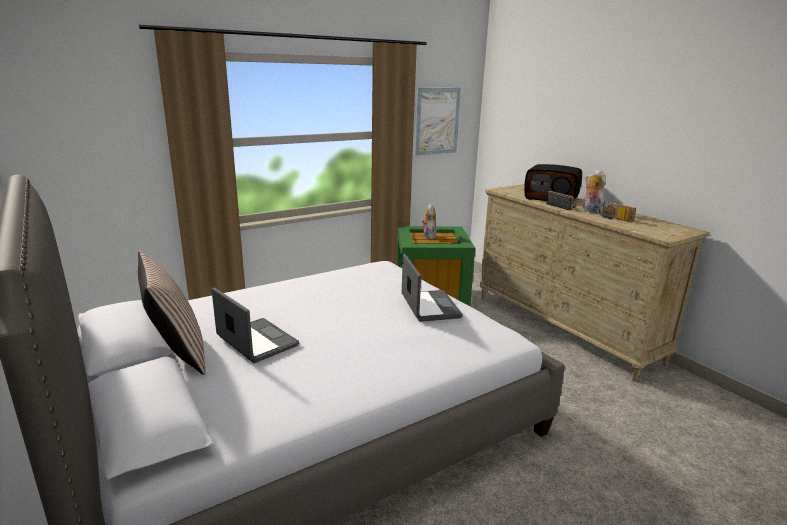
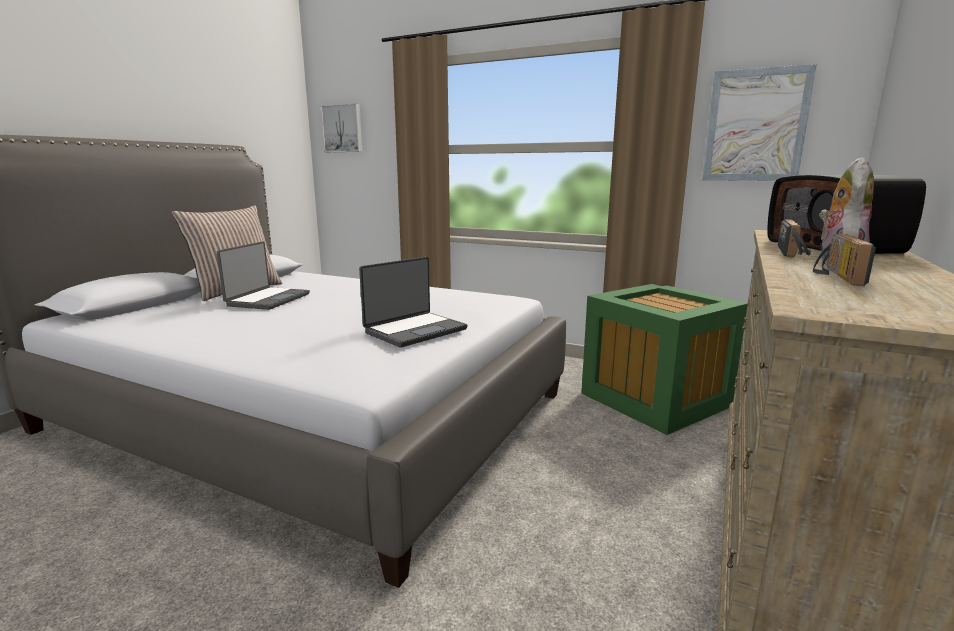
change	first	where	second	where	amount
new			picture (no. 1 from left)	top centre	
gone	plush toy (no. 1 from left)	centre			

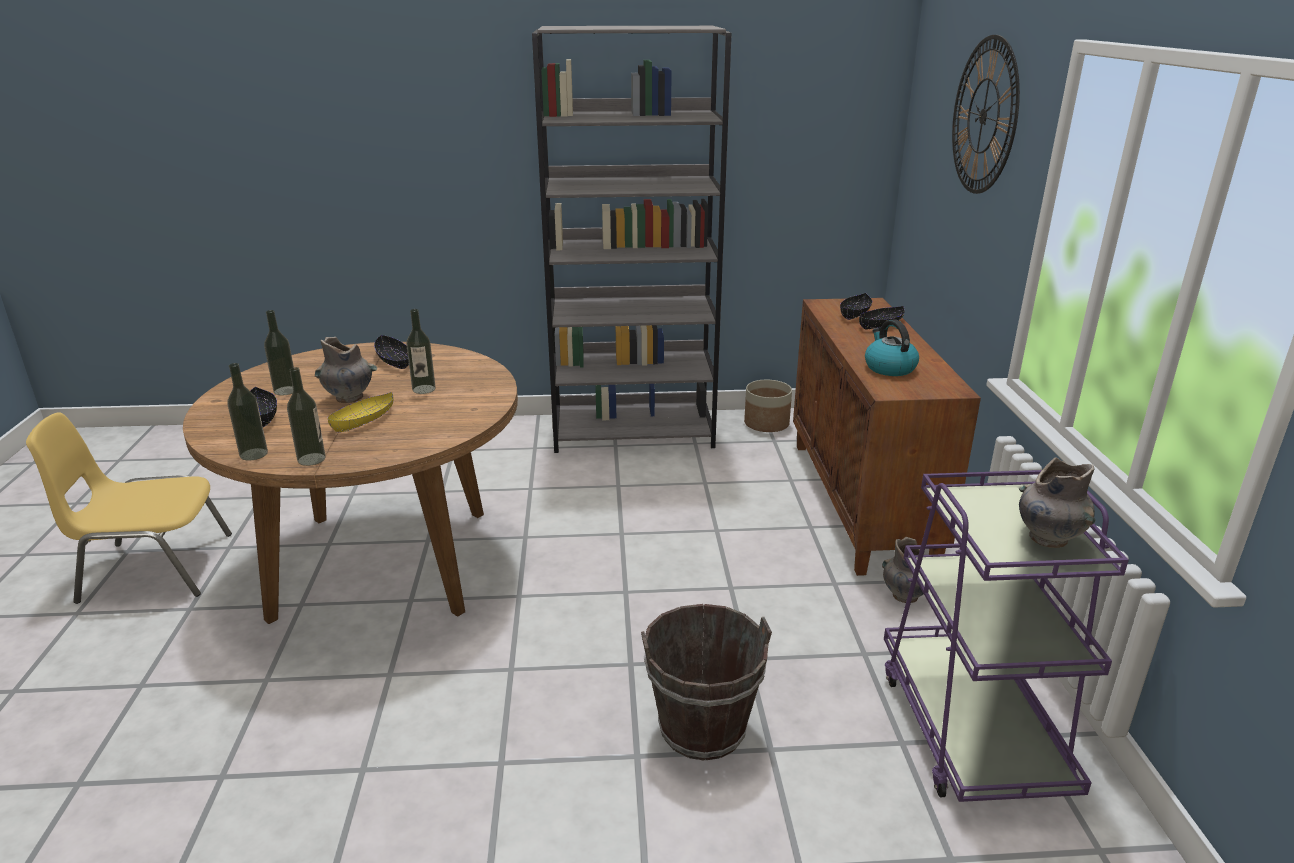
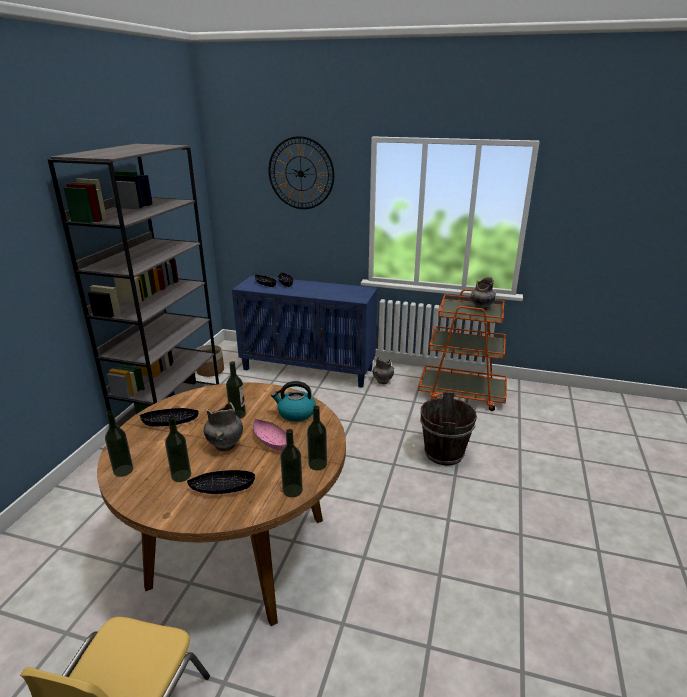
change	first	where	second	where	amount
new			bottle (no. 1 from left)	middle left	
repainted	cabinet in brown	middle right	cabinet in blue	centre	
repainted	bowl in yellow	middle left	bowl in pink	centre	
shifted	kettle	middle right		centre	
repainted	cart in purple	bottom right	cart in orange	middle right	

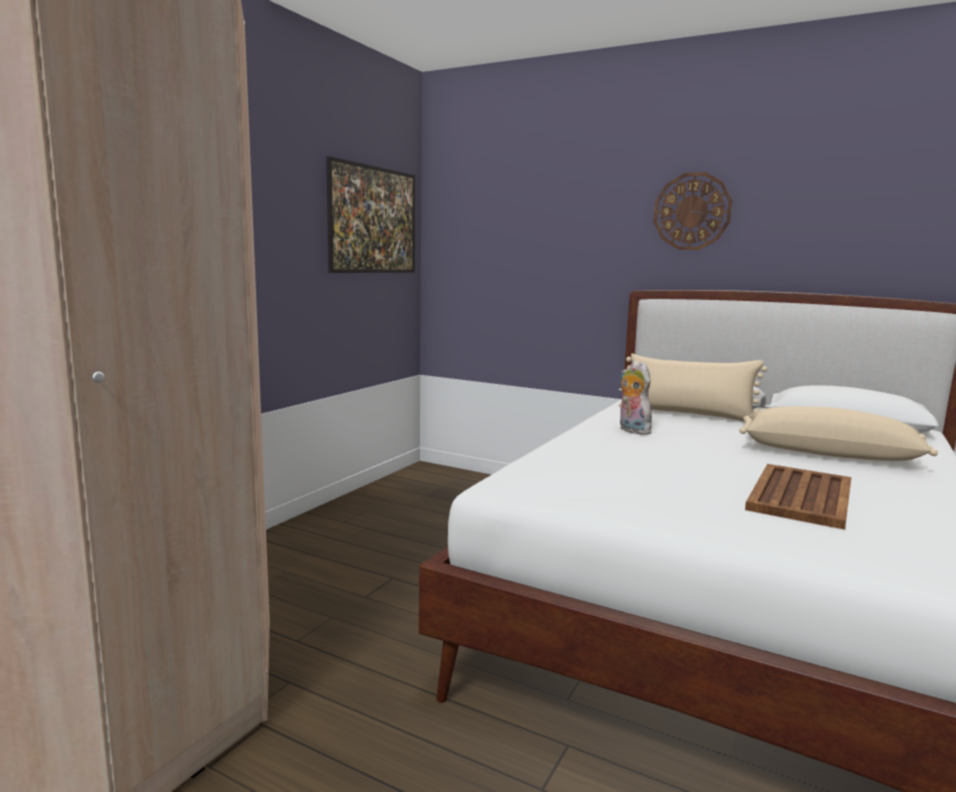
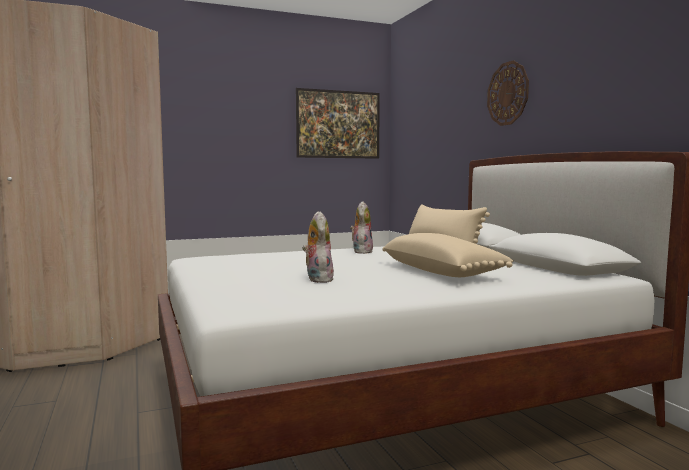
change	first	where	second	where	amount
swapped	tray in brown	middle right	plush toy (no. 1 from left)	centre	

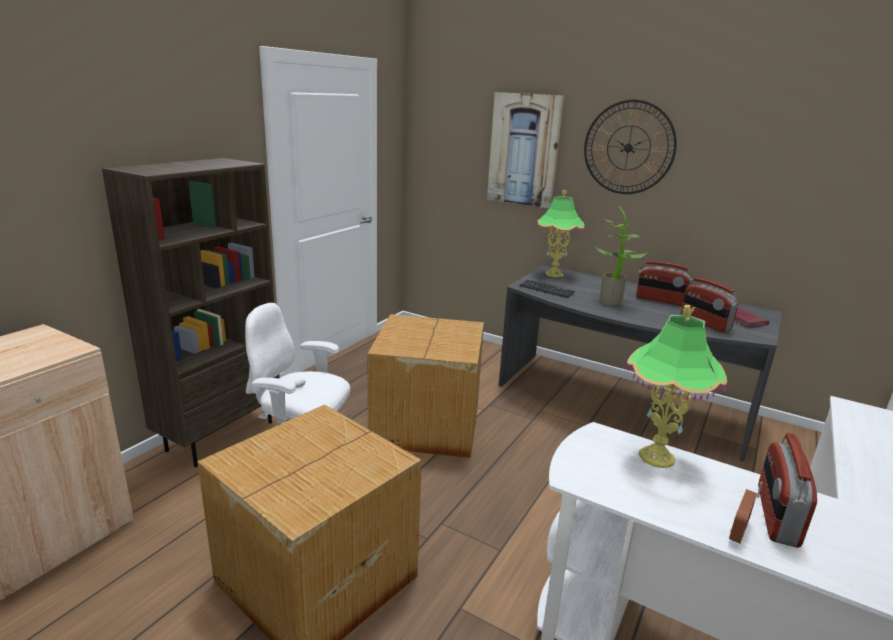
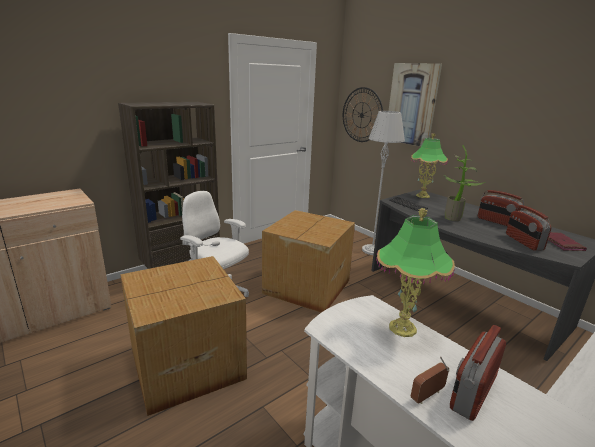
change	first	where	second	where	amount
shifted	wall clock	top right		top centre	
new			floor lamp in grey	centre	

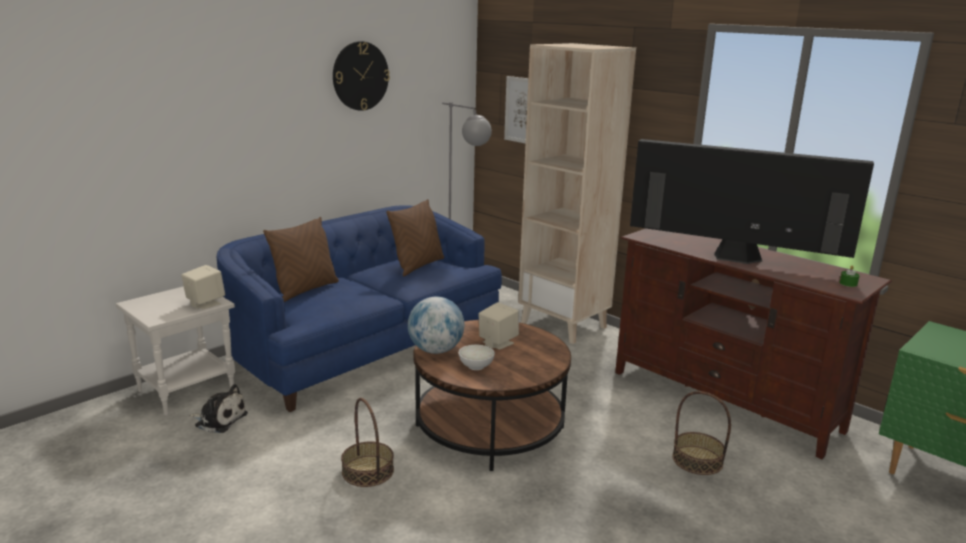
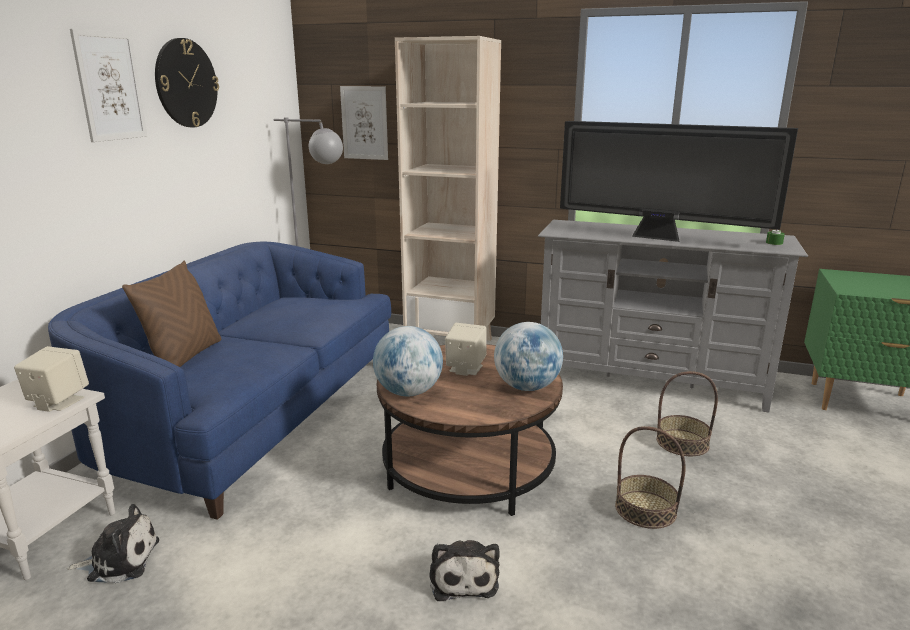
change	first	where	second	where	amount
new			picture (no. 1 from left)	top left	
new			plush toy (no. 2 from left)	bottom centre	
new			globe (no. 2 from left)	centre	
repainted	tv stand in brown	middle right	tv stand in grey	middle right	
rotated	television	middle right		top right	150 degrees counterclockwise
shifted	basket (no. 1 from left)	bottom centre		bottom right	
gone	pillow in brown (no. 2 from left)	centre			
gone	bowl in white	centre			

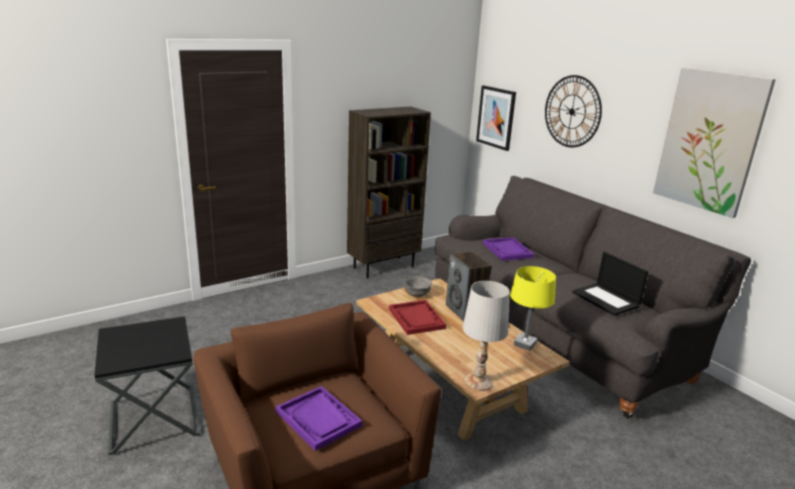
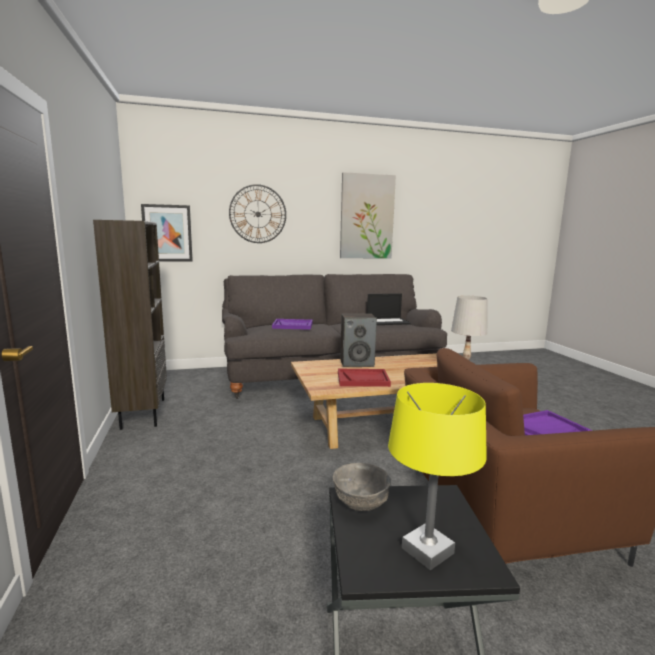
change	first	where	second	where	amount
shifted	bowl in grey	centre		bottom centre	
shifted	table lamp in yellow	middle right		bottom right	

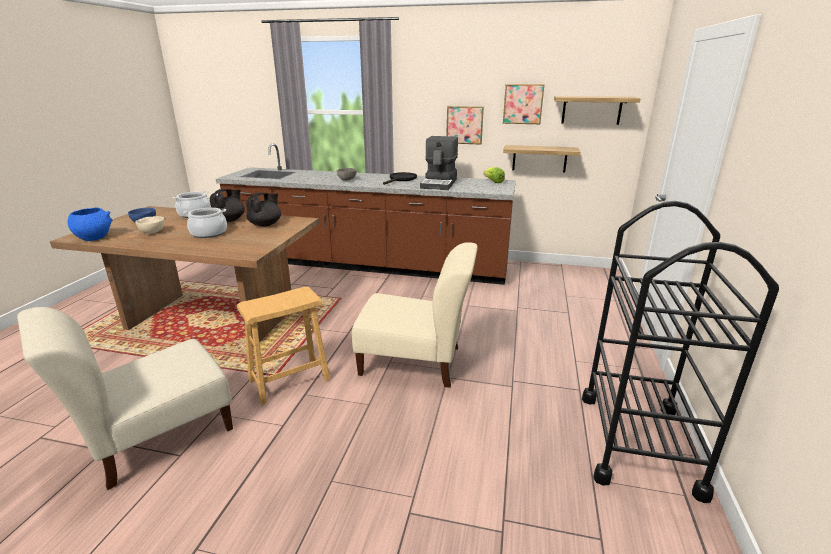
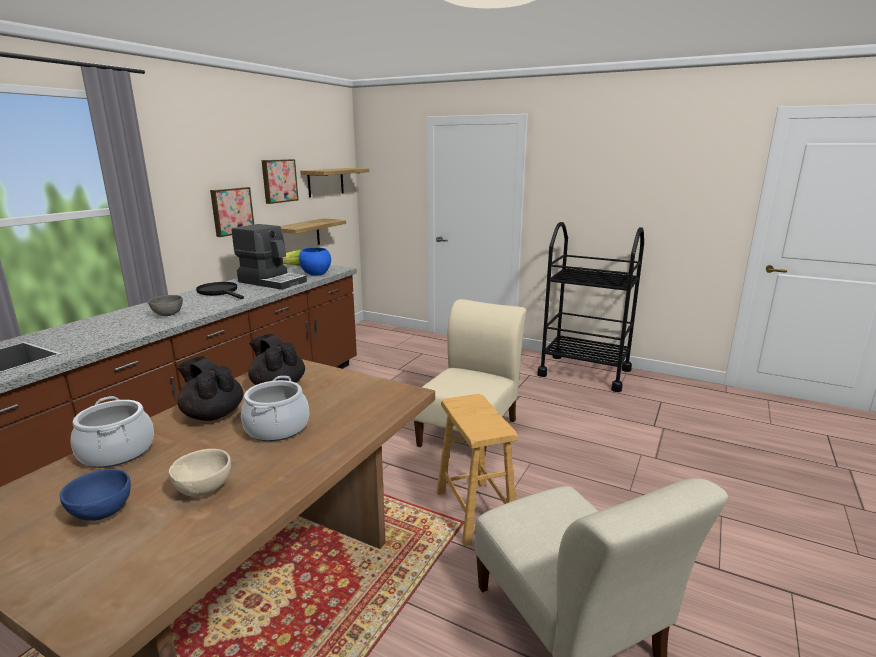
change	first	where	second	where	amount
shifted	bowl in blue (no. 1 from left in the first image)	middle left	bowl in blue (no. 2 from left)	centre	

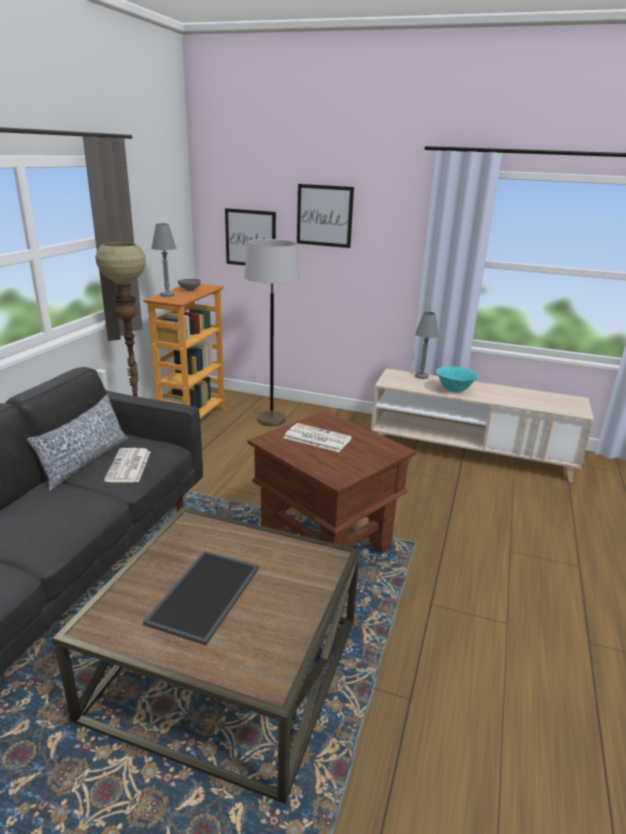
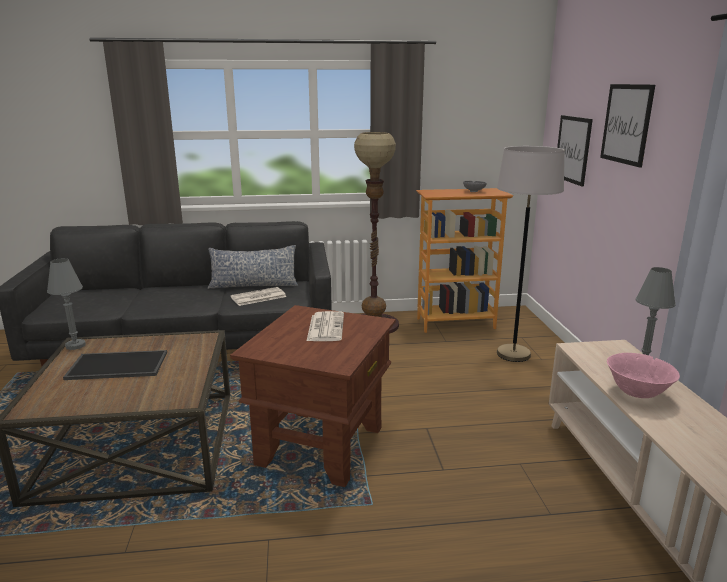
change	first	where	second	where	amount
shifted	table lamp in grey (no. 1 from left)	top left		middle left	
repainted	bowl in turquoise	middle right	bowl in pink	middle right	

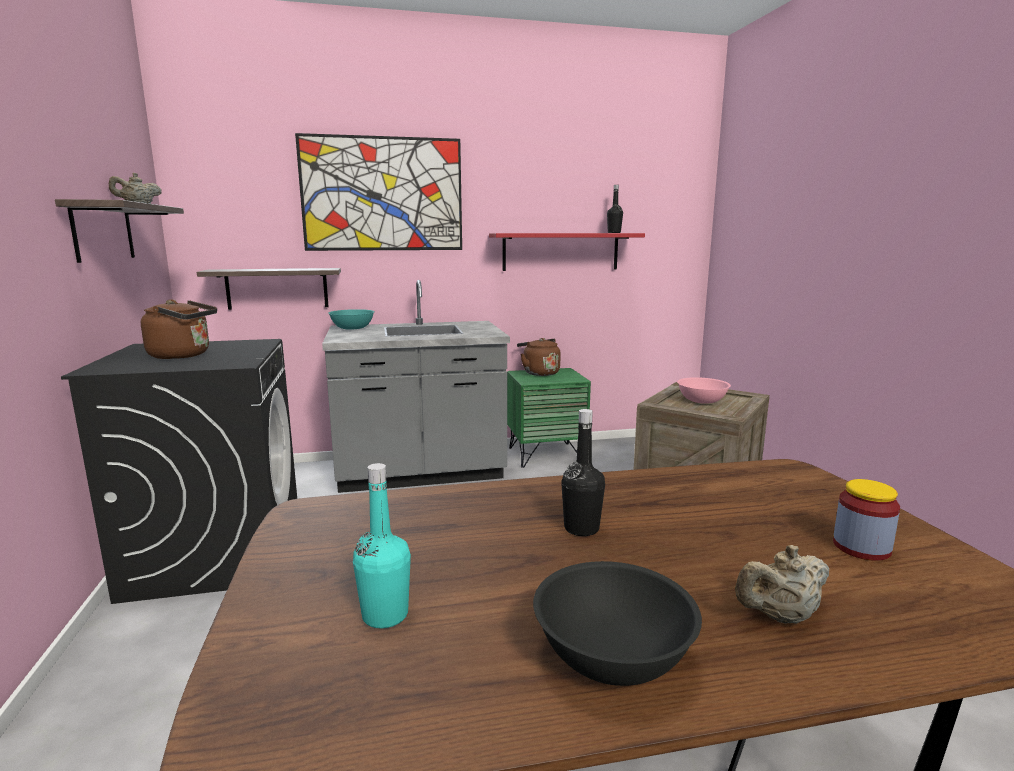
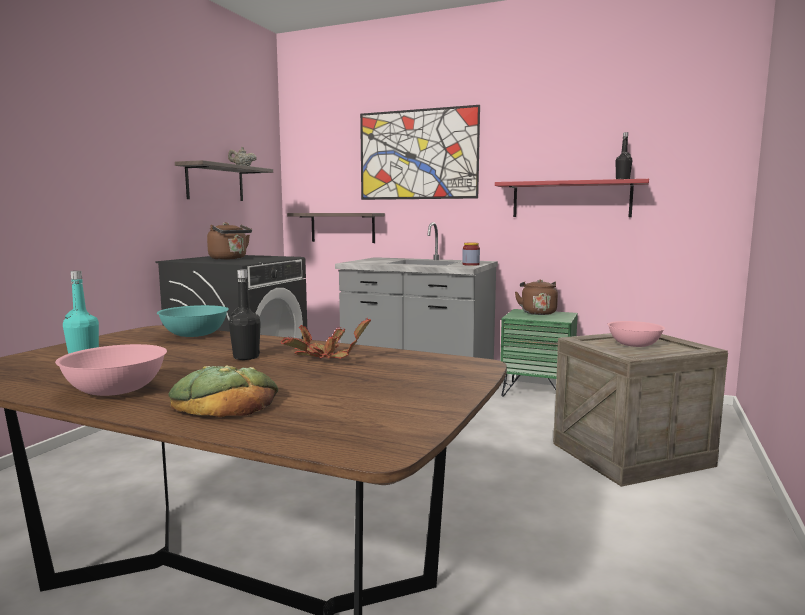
change	first	where	second	where	amount
repainted	bowl in black	bottom centre	bowl in pink (no. 1 from left)	middle left	
shifted	bowl in turquoise	centre		middle left	
swapped	teapot in beige (no. 2 from left)	bottom right	bread	middle left	
new			potted plant	centre	
shifted	jar	bottom right		centre	

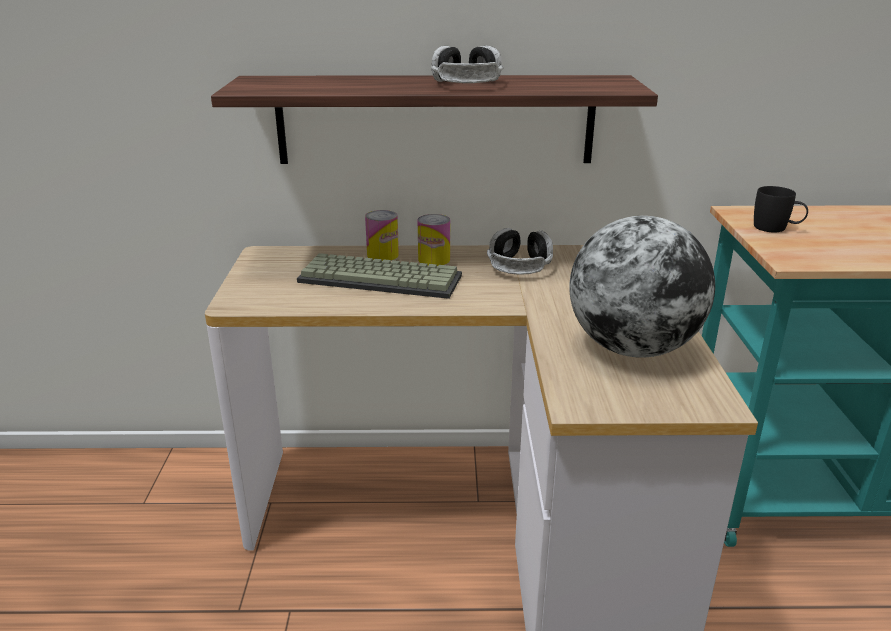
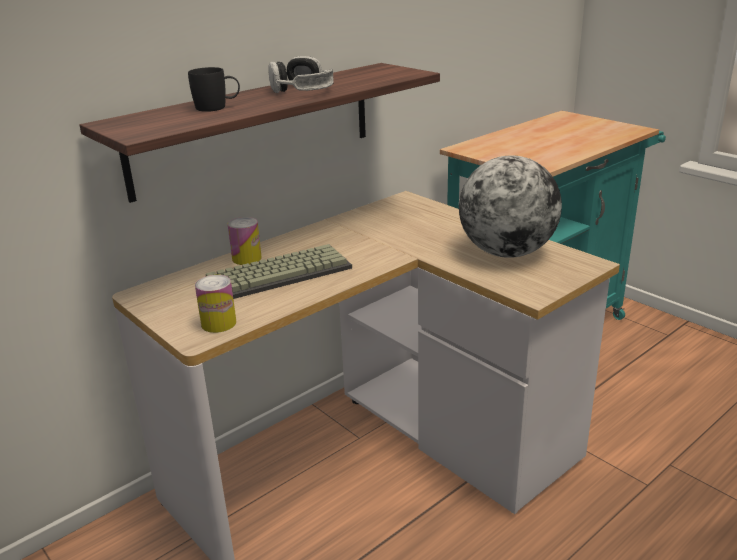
change	first	where	second	where	amount
shifted	mug in black	top right		top left	
shifted	can (no. 2 from left in the first image)	centre	can (no. 1 from left)	middle left	
gone	headphones (no. 2 from left)	centre			

